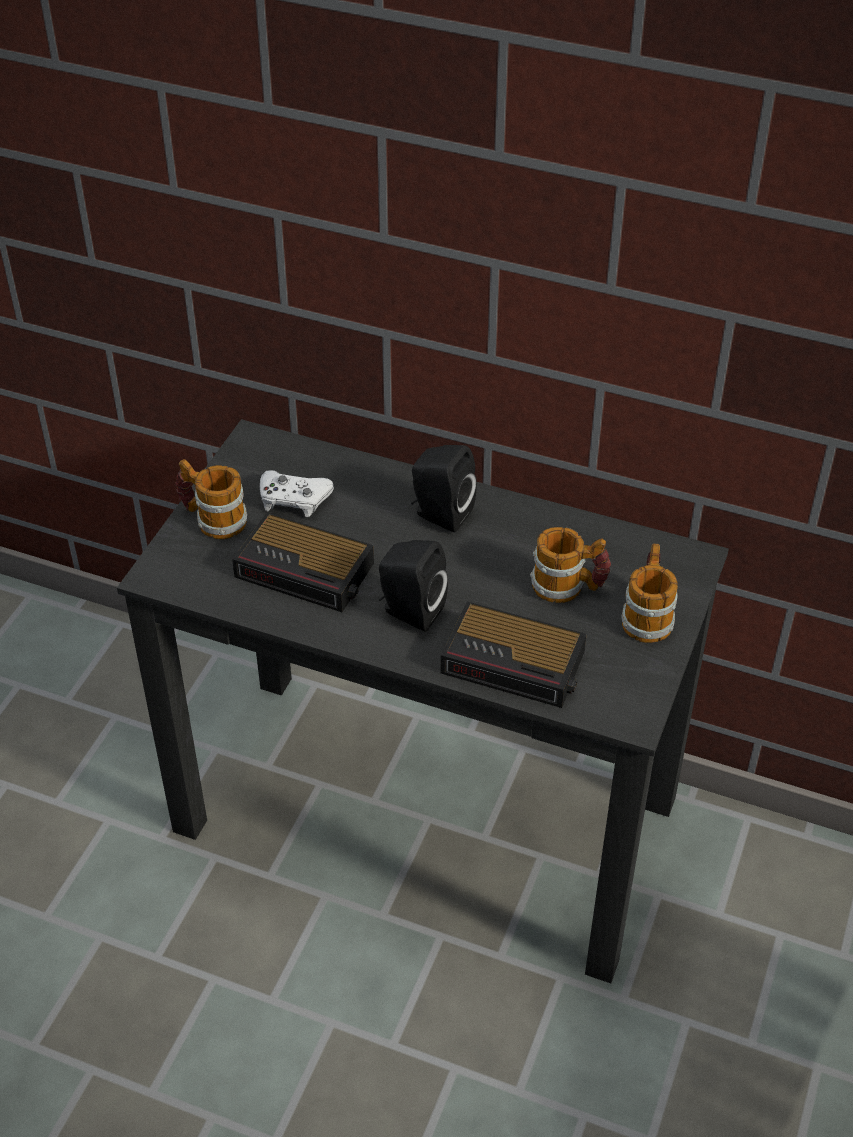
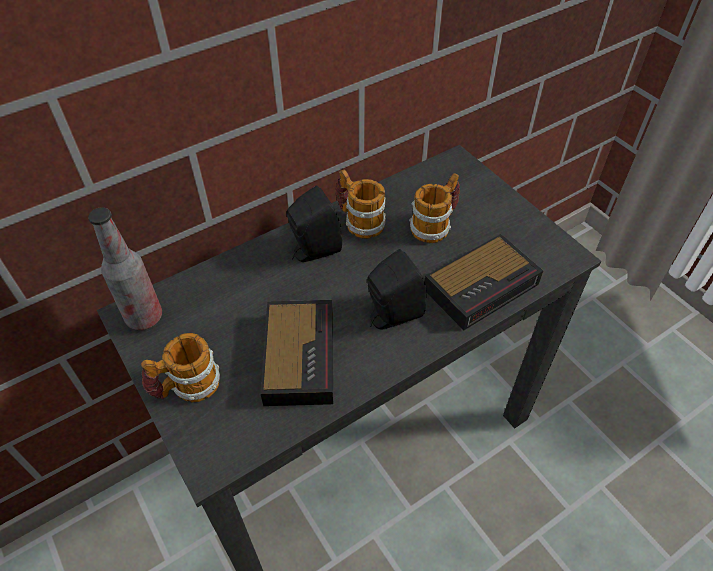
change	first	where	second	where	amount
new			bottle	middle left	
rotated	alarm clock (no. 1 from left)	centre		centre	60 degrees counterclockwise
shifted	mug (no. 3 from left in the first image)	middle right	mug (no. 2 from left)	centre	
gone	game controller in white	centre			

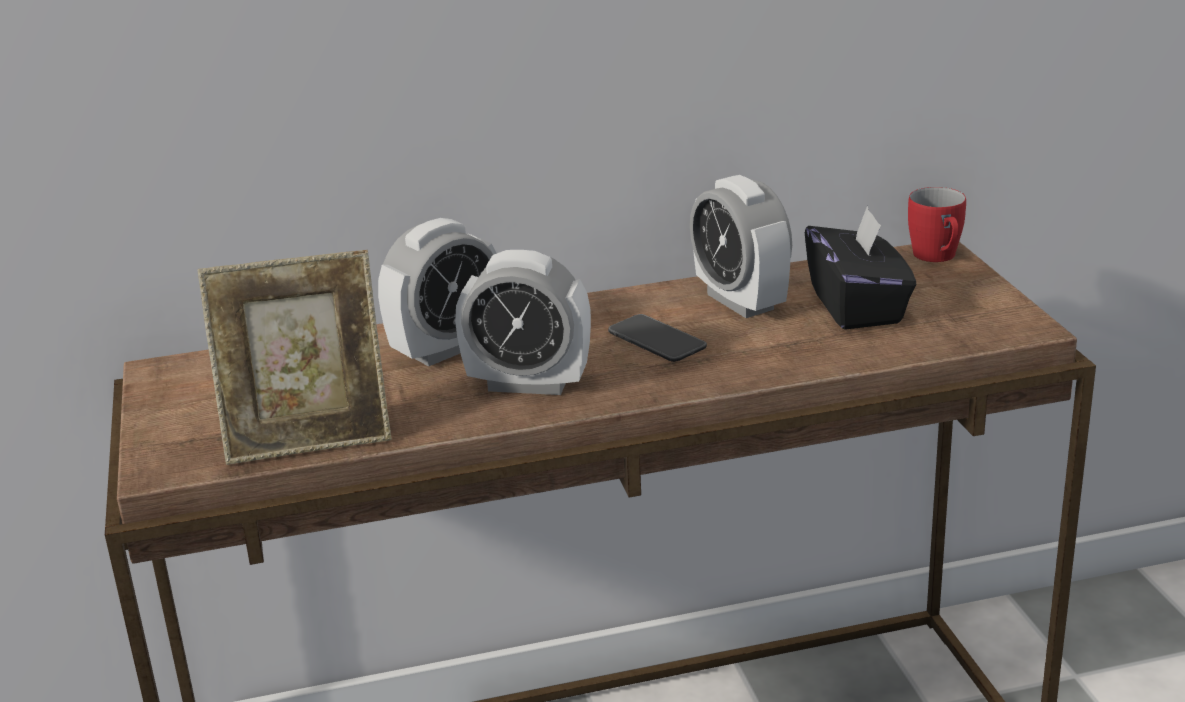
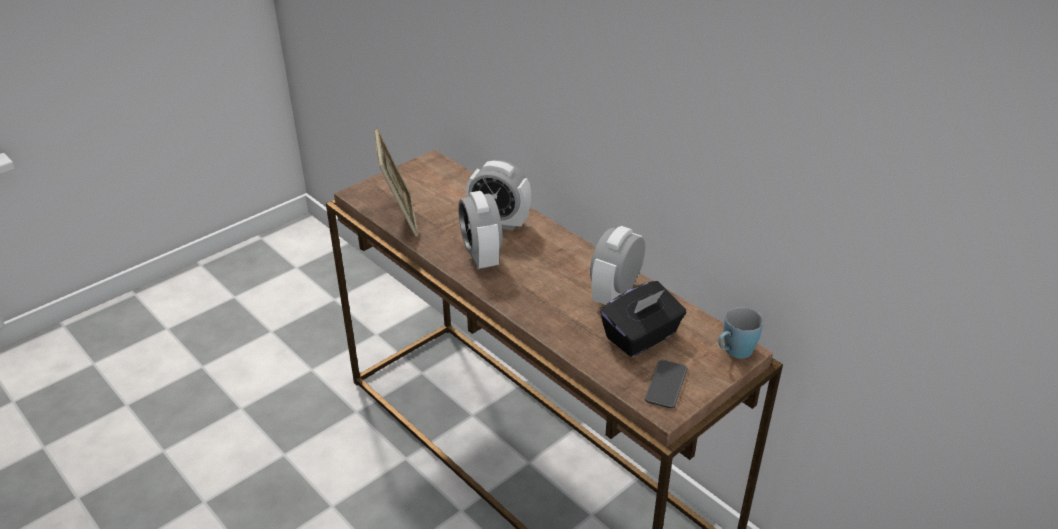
change	first	where	second	where	amount
rotated	picture frame	middle left		centre	150 degrees counterclockwise
shifted	phone	centre		bottom centre	
repainted	mug in red	top right	mug in blue	middle right	

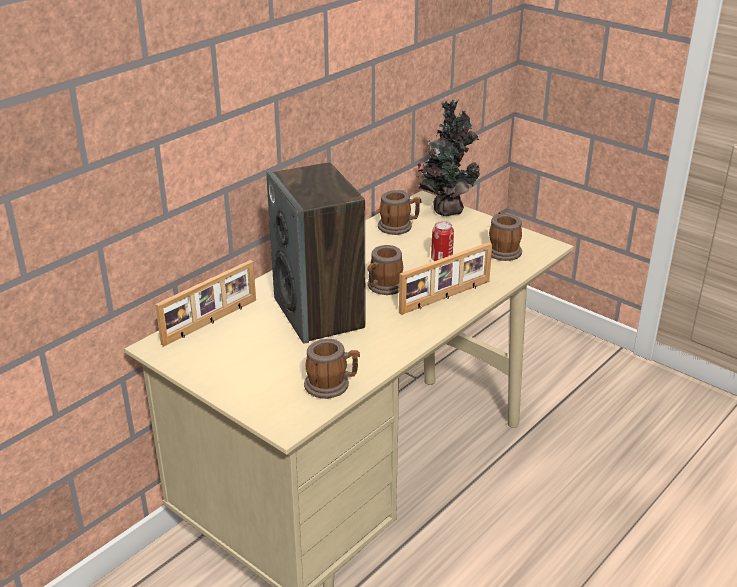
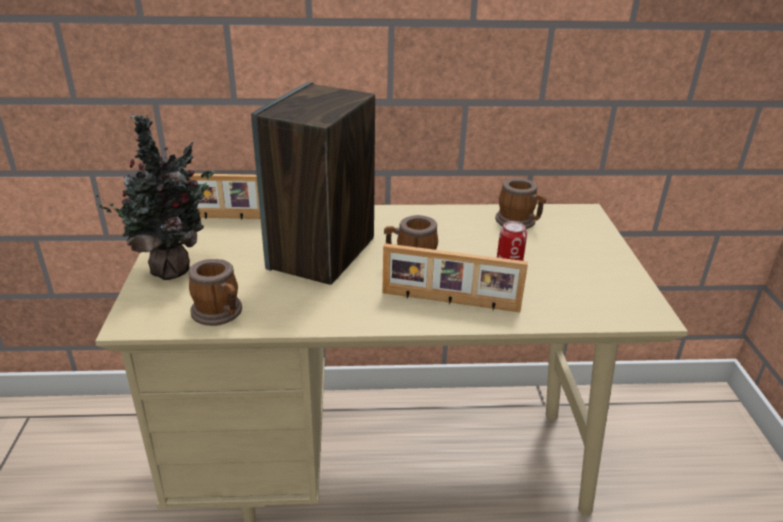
change	first	where	second	where	amount
shifted	potted plant	top centre		middle left	
gone	mug (no. 4 from left)	middle right			

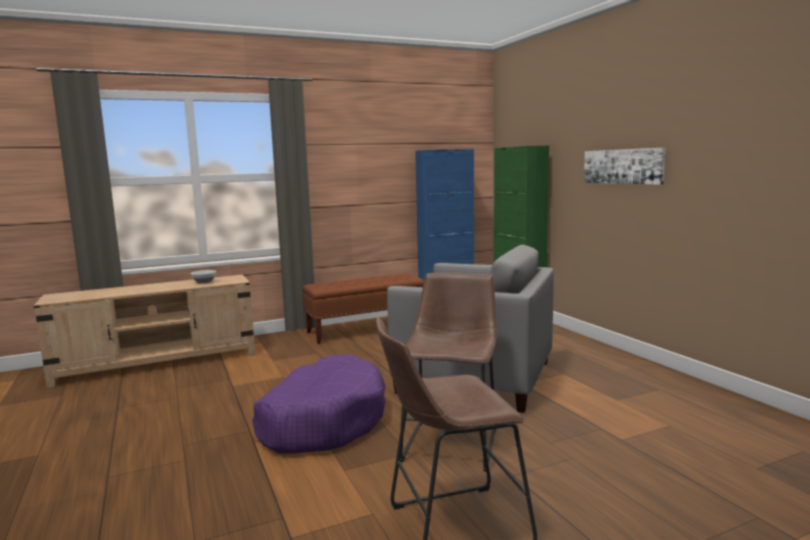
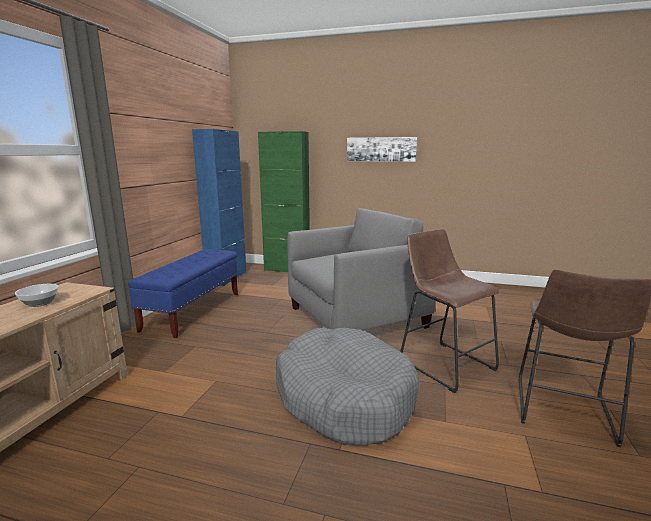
change	first	where	second	where	amount
repainted	bench in brown	centre	bench in blue	middle left	
repainted	dog bed in purple	bottom centre	dog bed in grey	bottom centre	

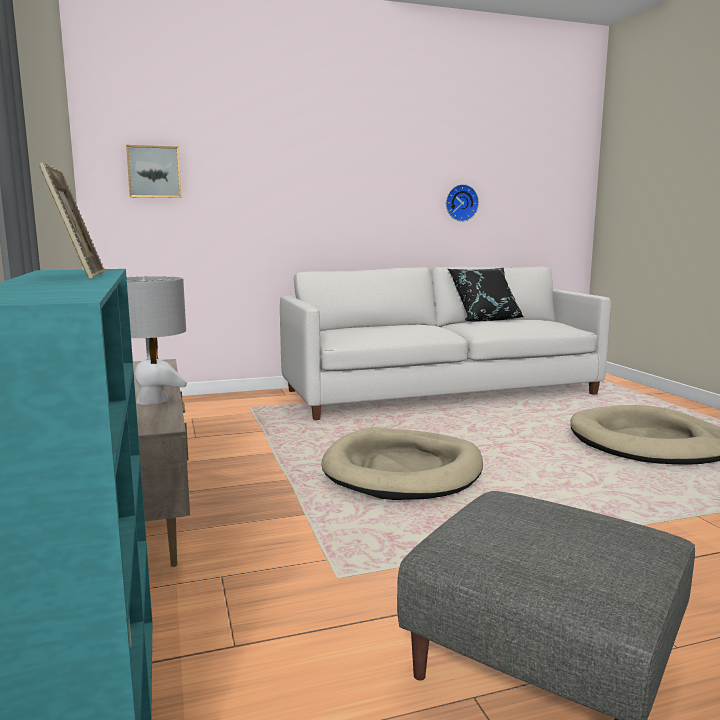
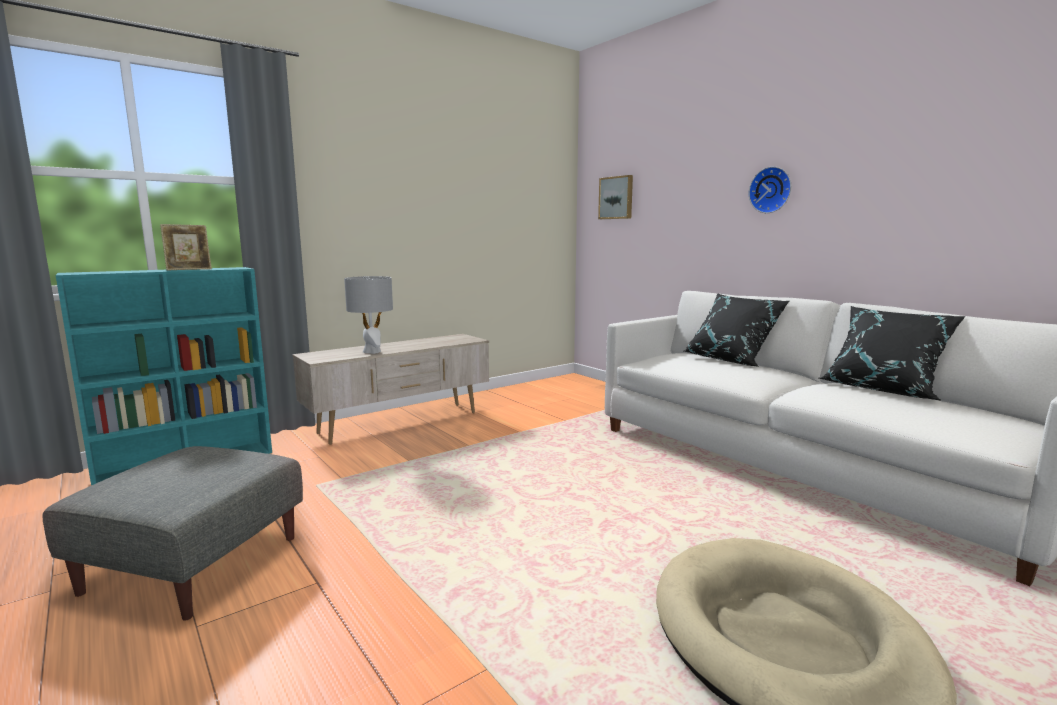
change	first	where	second	where	amount
new			pillow in black (no. 1 from left)	middle right	
shifted	wall clock	top centre		top right	
gone	dog bed in beige (no. 1 from left)	centre			

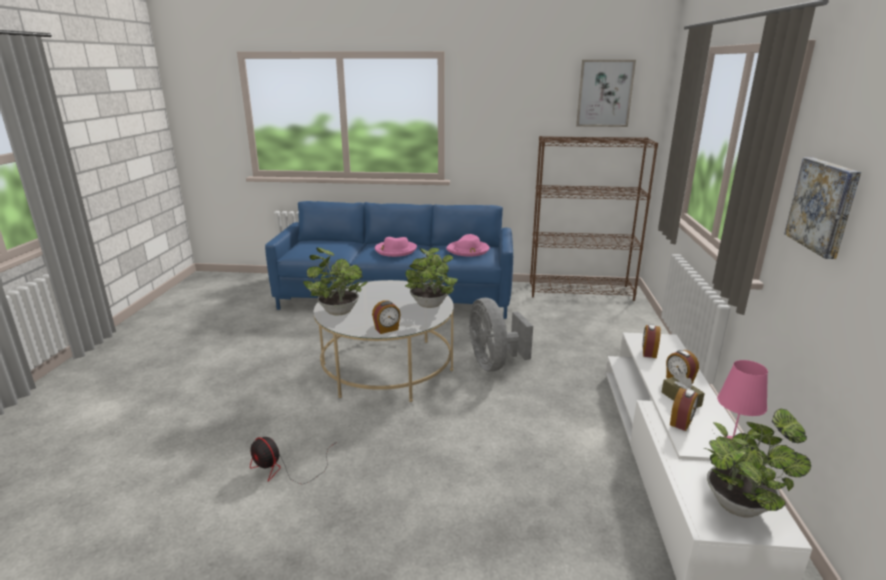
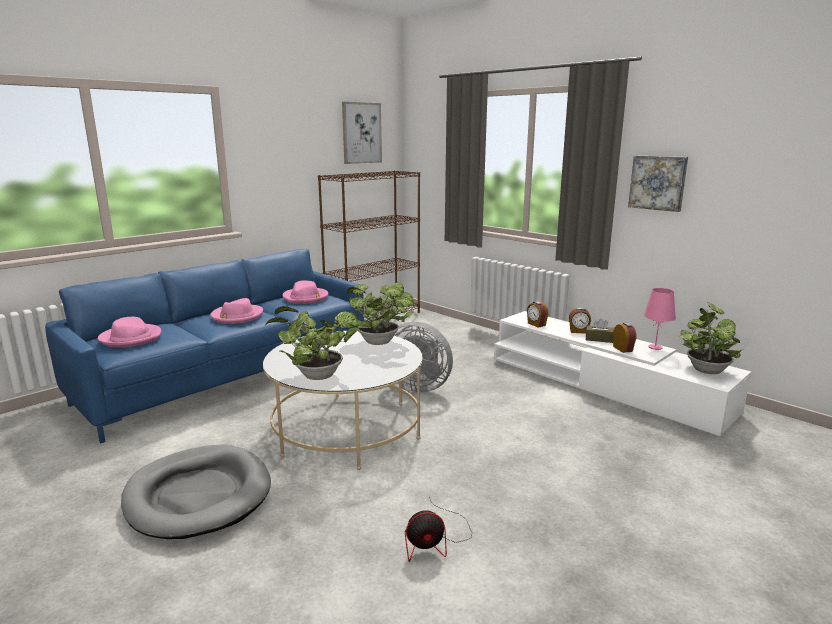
change	first	where	second	where	amount
new			hat in pink (no. 1 from left)	middle left	
new			dog bed in grey	bottom left	
gone	alarm clock (no. 1 from left)	centre			

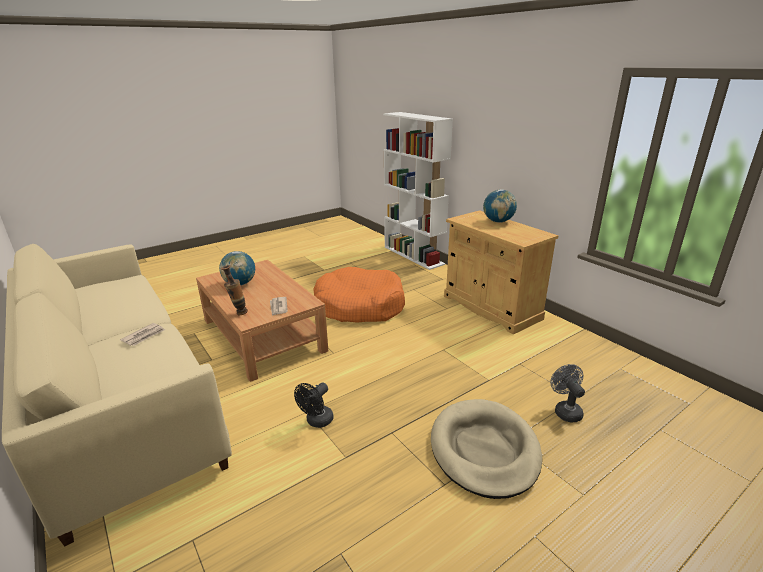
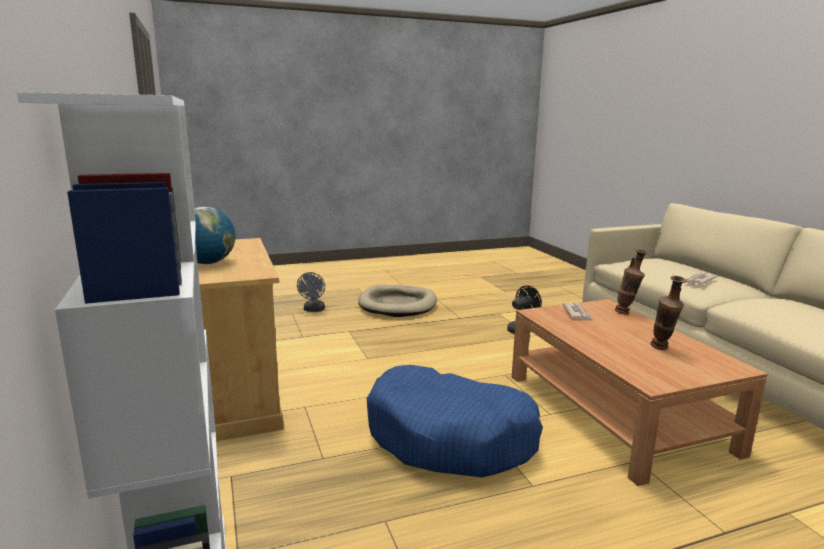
change	first	where	second	where	amount
repainted	dog bed in orange	centre	dog bed in blue	bottom centre	
swapped	globe (no. 1 from left)	middle left	vase (no. 2 from left)	middle right	

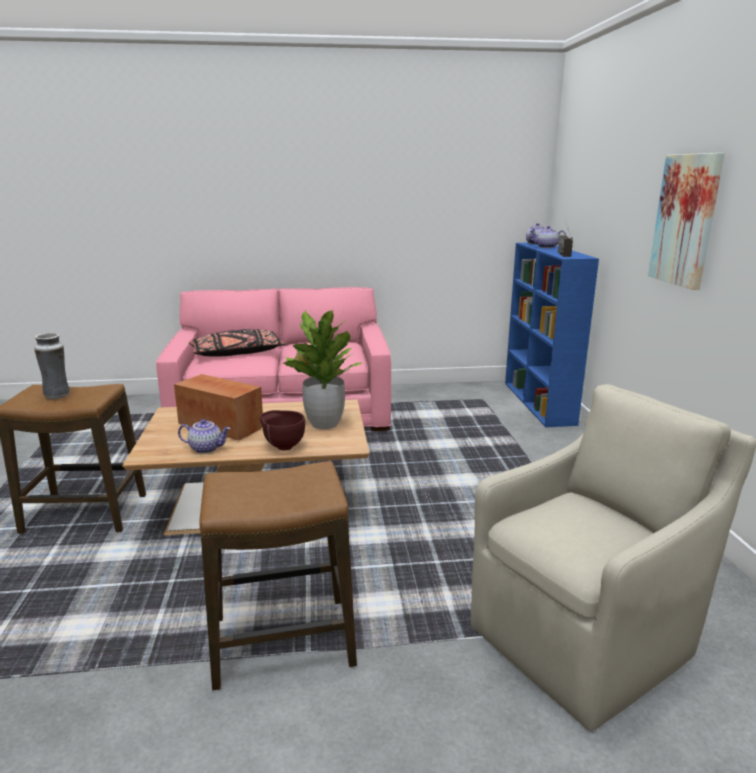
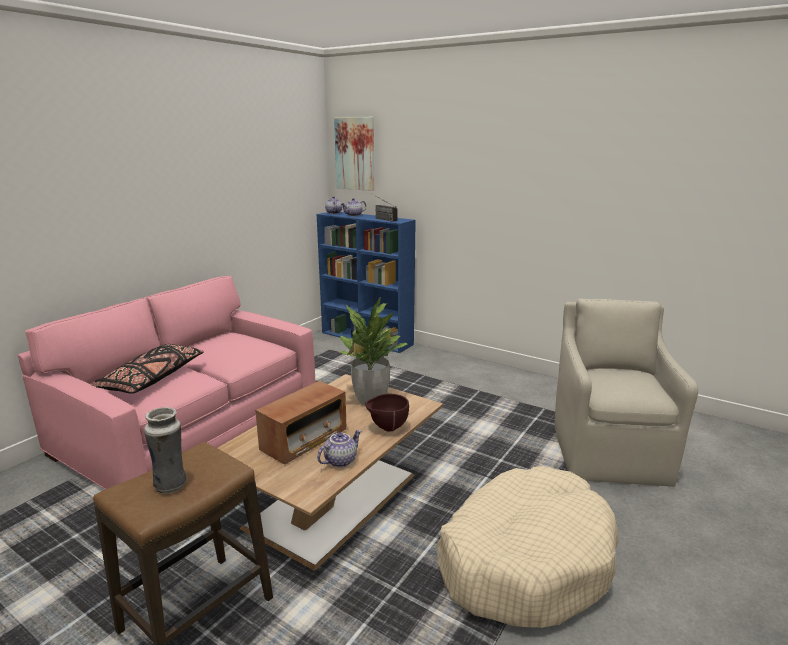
change	first	where	second	where	amount
rotated	radio (no. 1 from left)	middle left		centre	150 degrees clockwise
shifted	picture	top right		top centre	
swapped	stool (no. 2 from left)	bottom centre	dog bed in beige	bottom right	

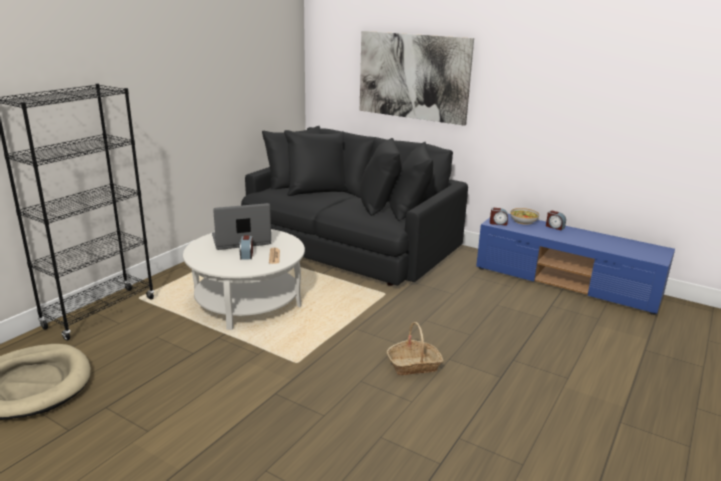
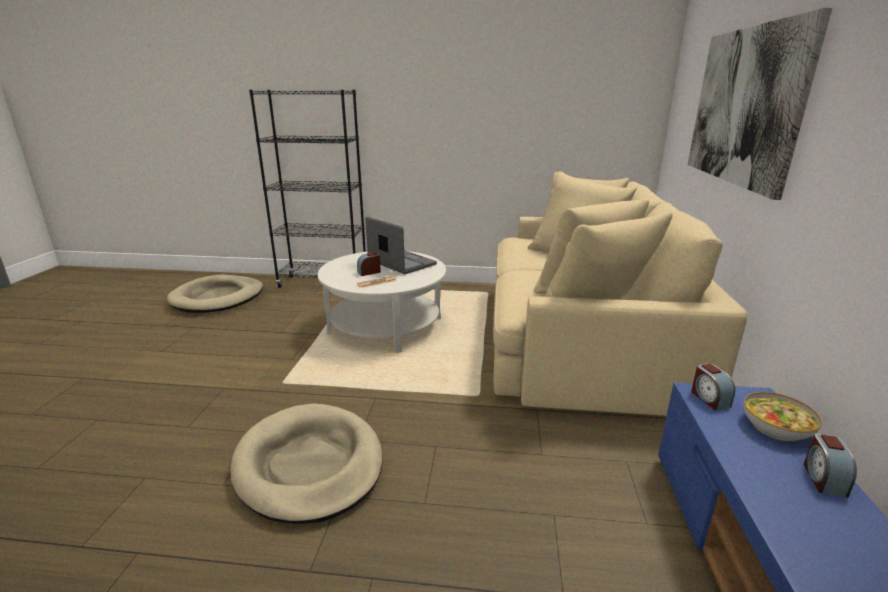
change	first	where	second	where	amount
swapped	basket	bottom centre	dog bed in beige (no. 2 from left)	bottom centre	
repainted	sofa in black	centre	sofa in beige	middle right	

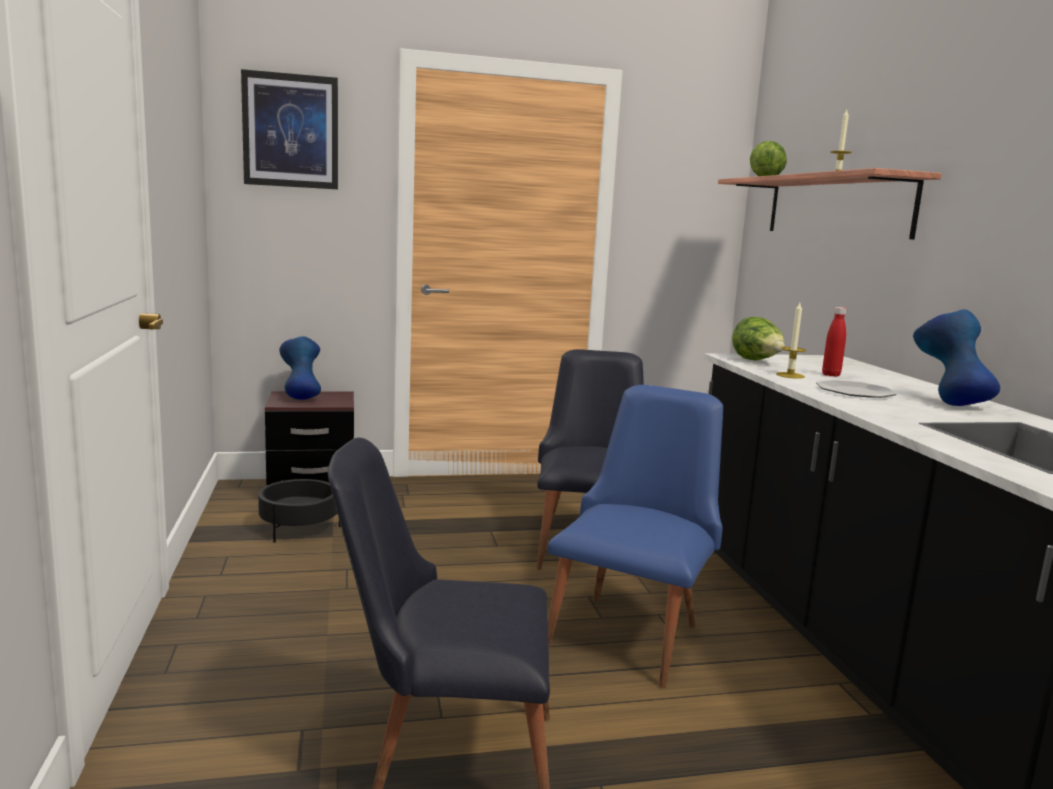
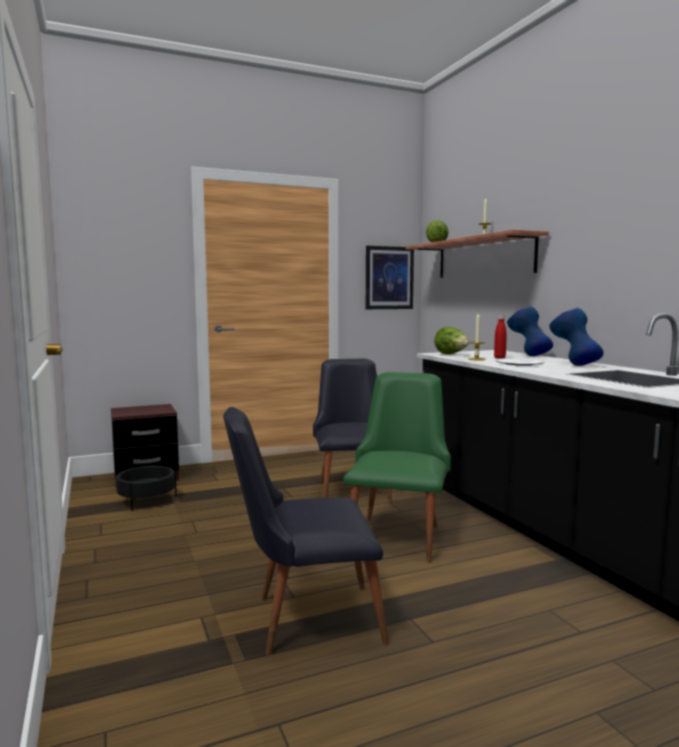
change	first	where	second	where	amount
repainted	chair in blue	bottom centre	chair in green	centre	
shifted	picture	top left		centre	
shifted	vase in blue (no. 1 from left)	middle left		middle right	

